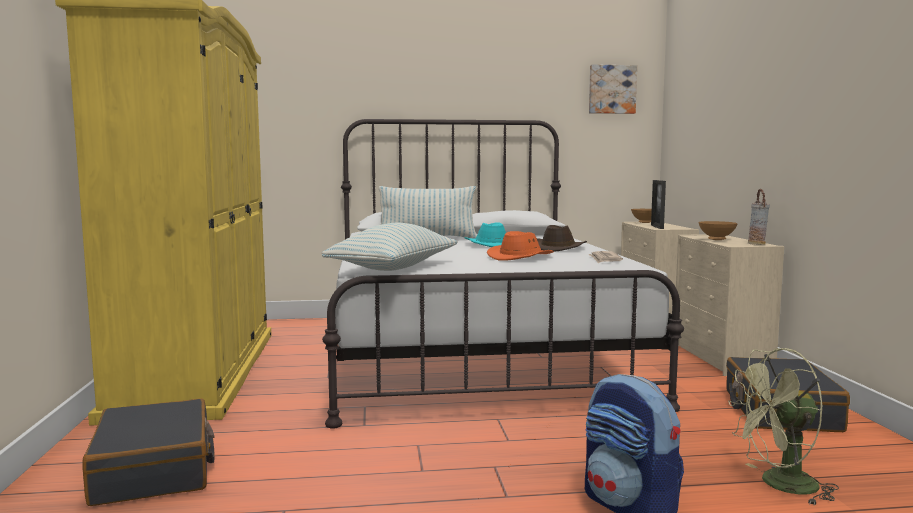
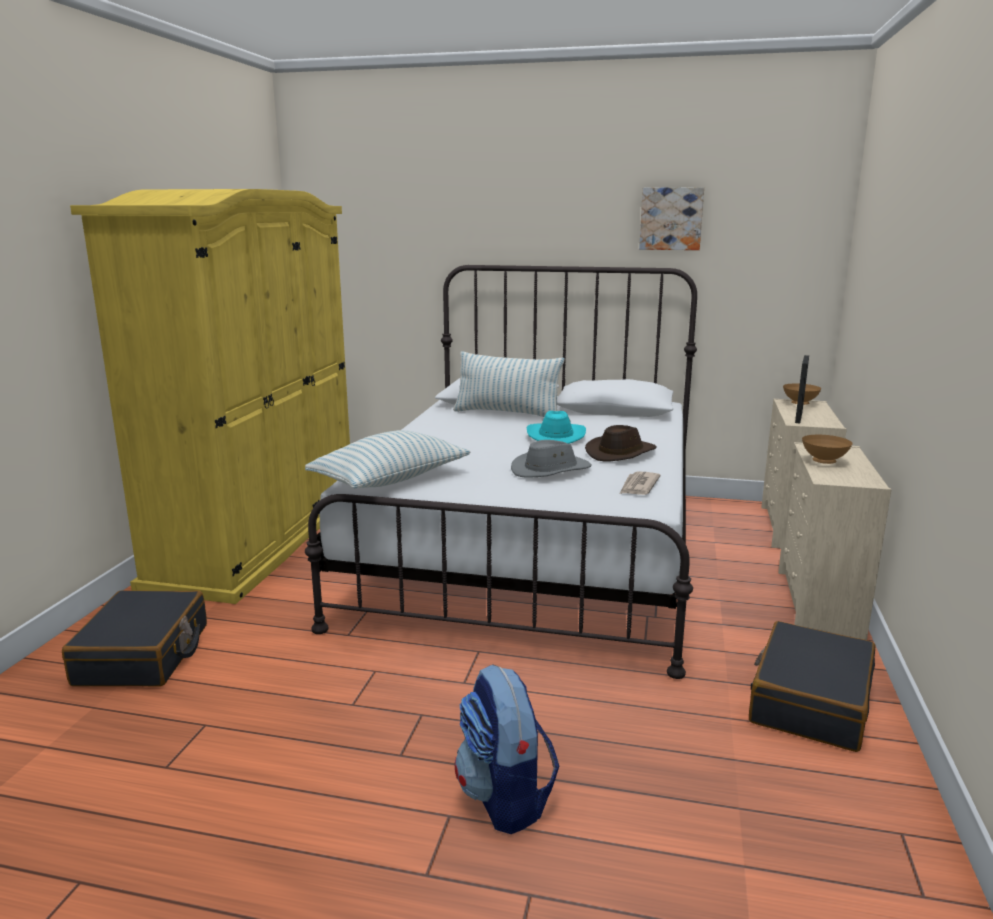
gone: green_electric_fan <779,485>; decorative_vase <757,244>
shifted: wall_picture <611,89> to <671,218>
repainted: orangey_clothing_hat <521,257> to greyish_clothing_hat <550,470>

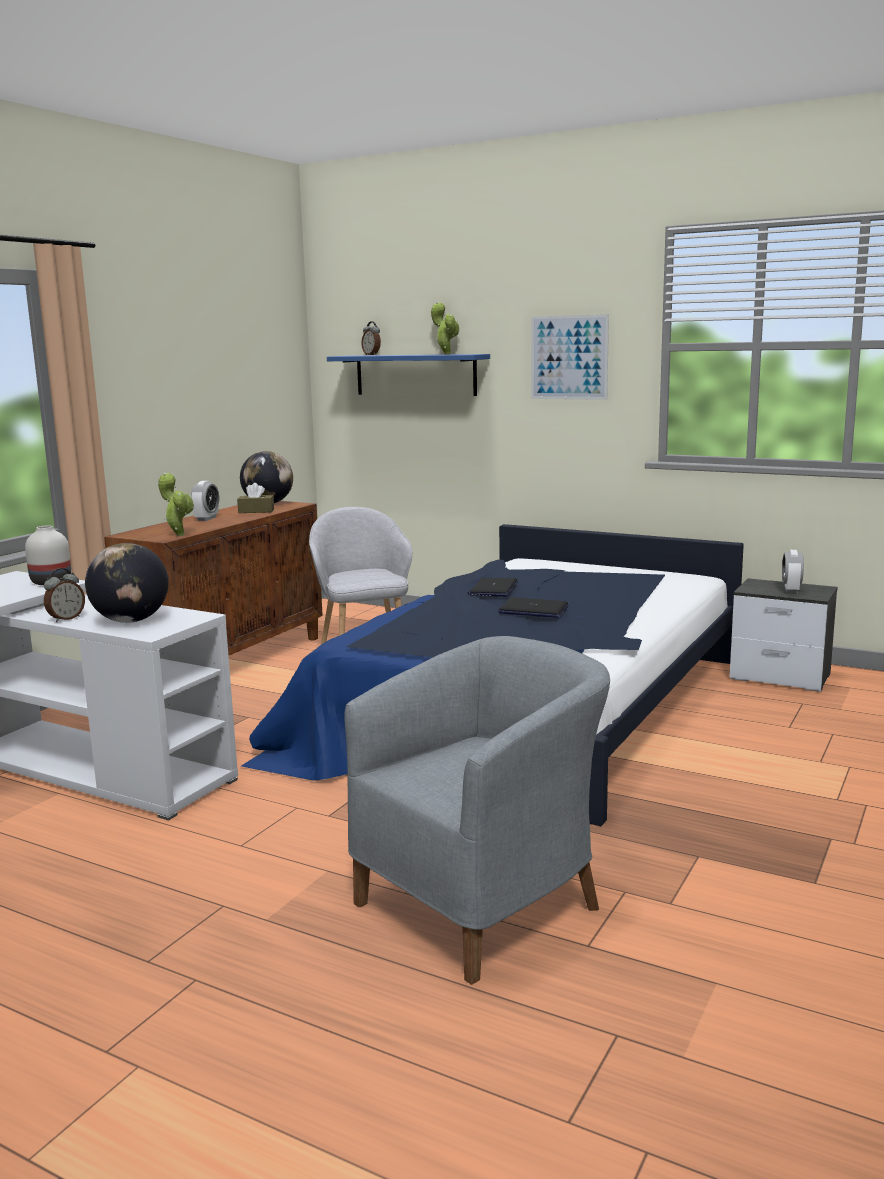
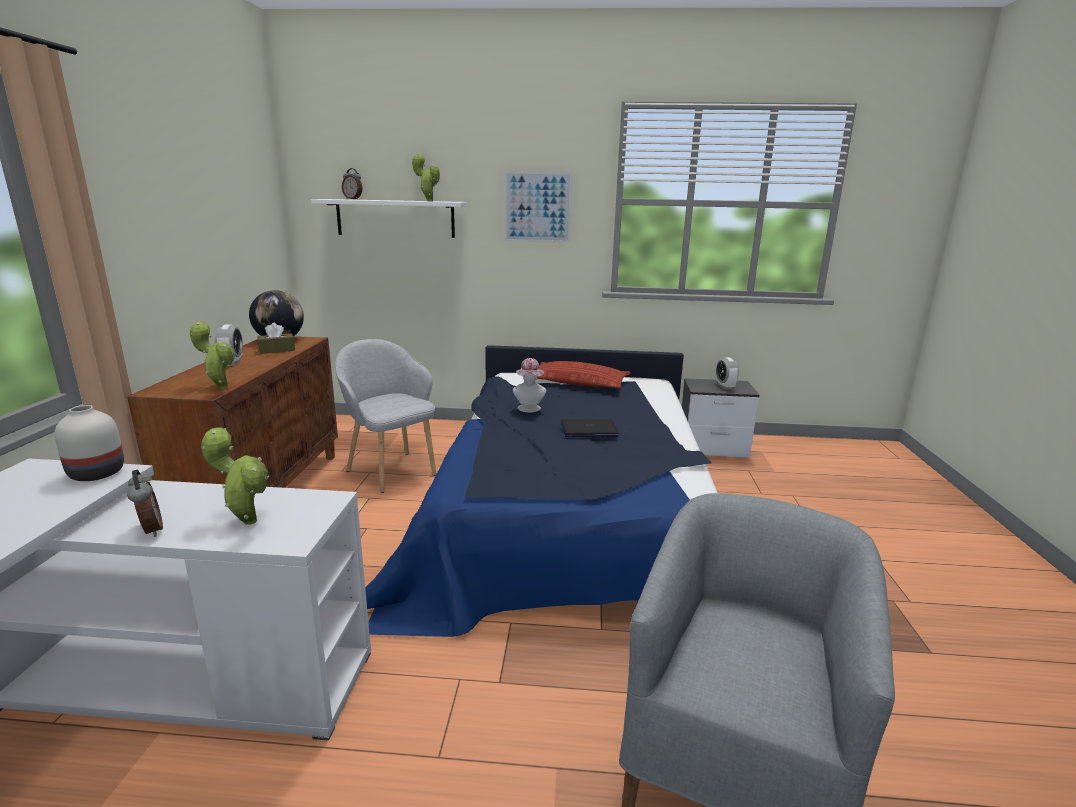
new: pillow <578,382>
swapped: world_globe <131,621> to houseplant <246,520>; portable_computer <493,589> to clothing_hat <529,409>
repainted: blue-coloured_wall_shelf <415,375> to white_wall_shelf <395,218>
rotated: alarm_clock <66,619> = <150,530> 45 degrees counterclockwise

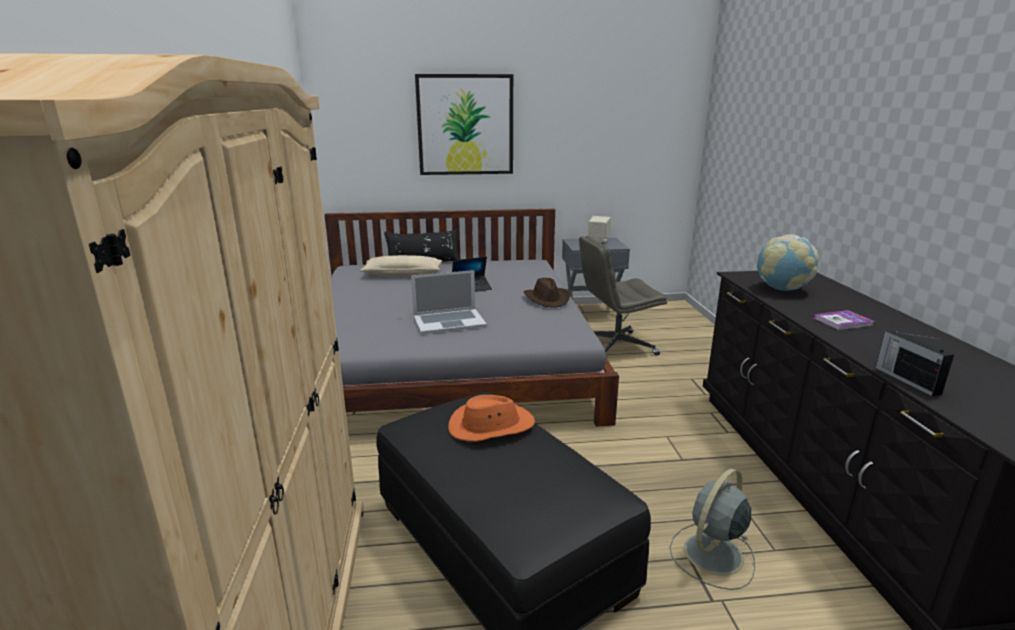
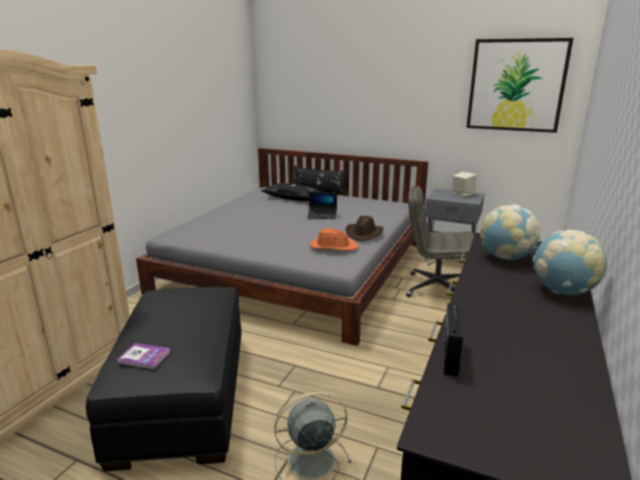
gone: portable_computer <449,321>
new: world_globe <563,291>
shifted: wall_picture <465,125> to <516,85>; orangey_clothing_hat <491,426> to <333,246>; book <842,321> to <144,357>
repainted: sand-coloured_pillow <402,274> to blackish_pillow <292,198>

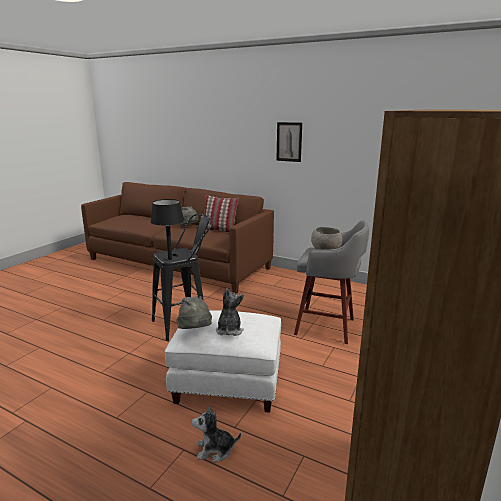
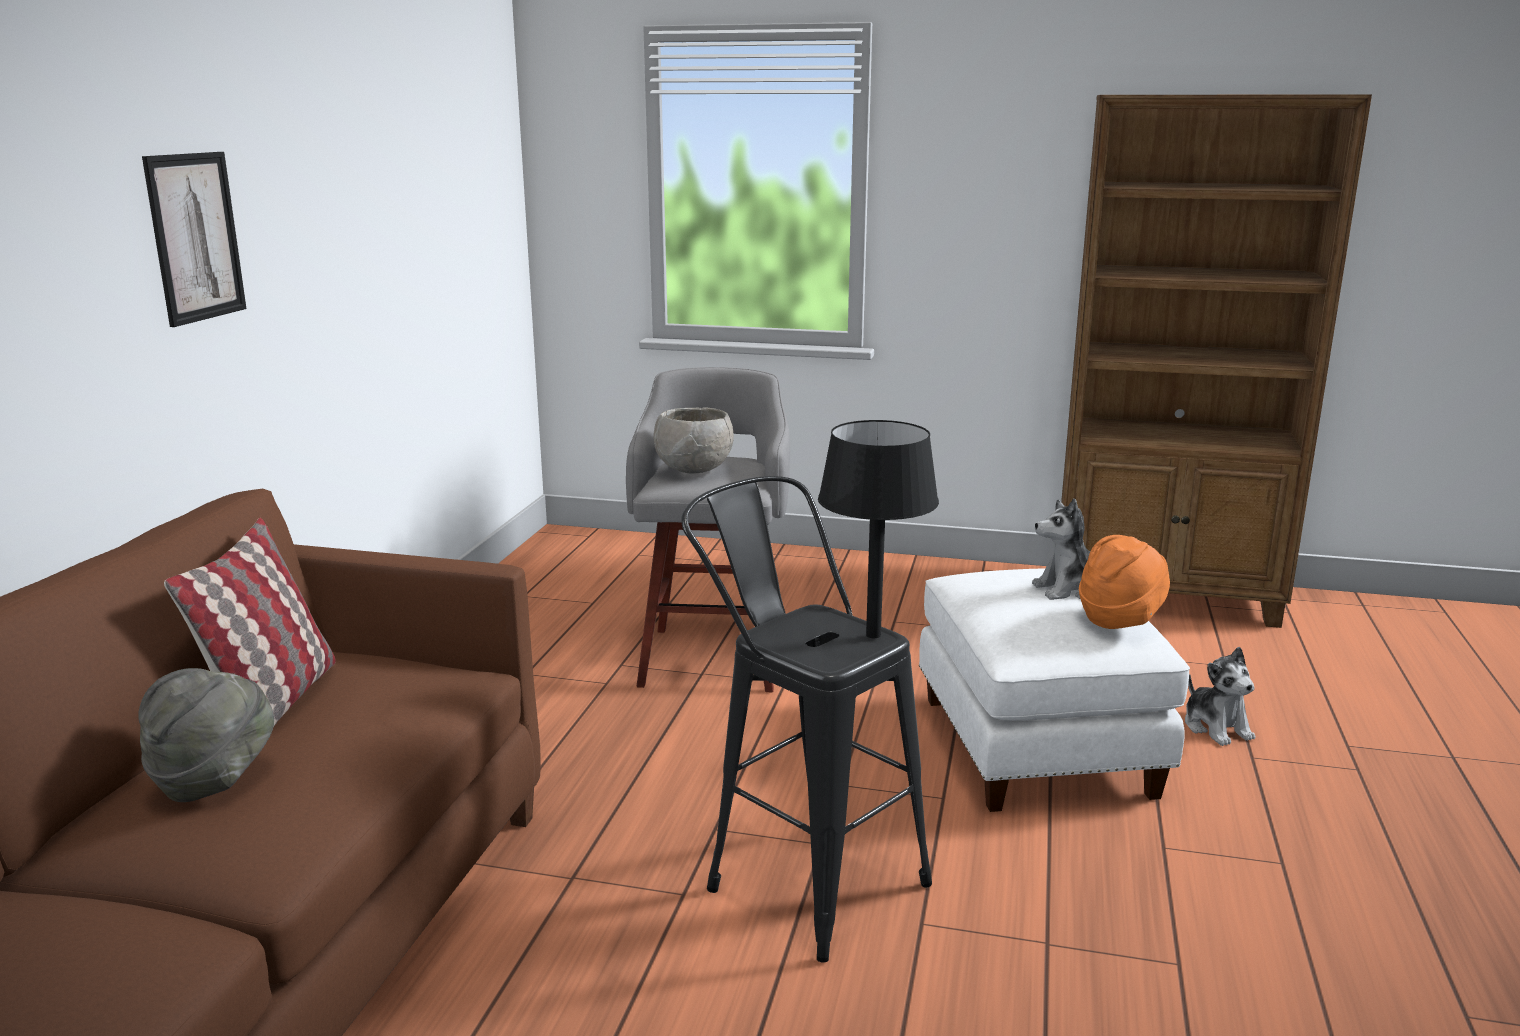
repainted: greyish_clothing_hat <195,332> to orangey_clothing_hat <1120,618>

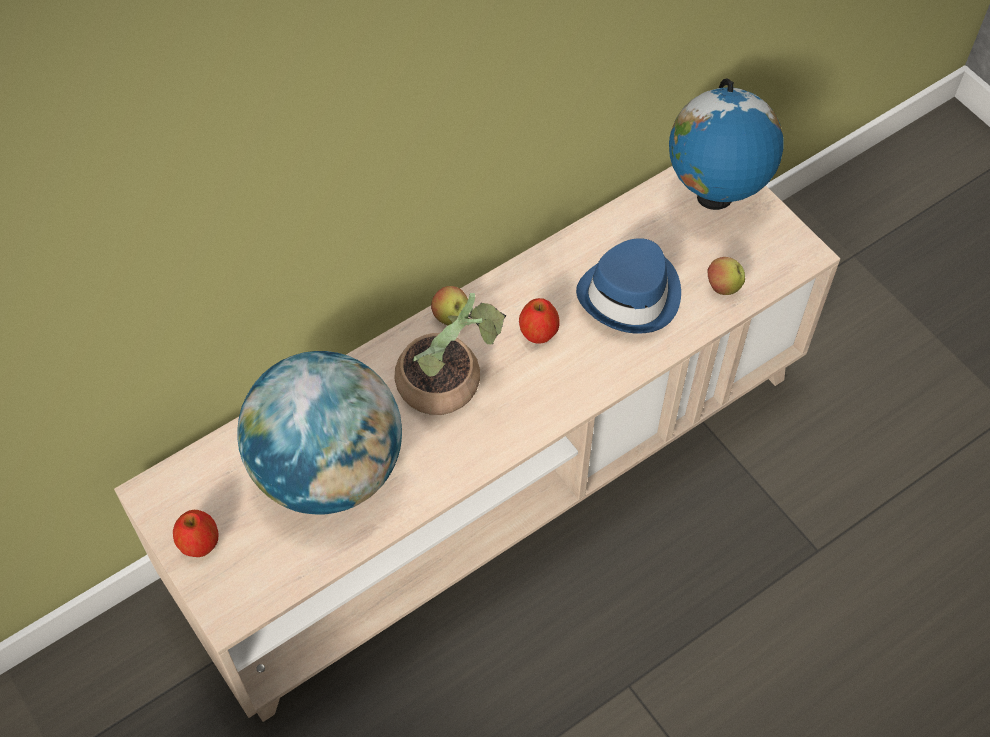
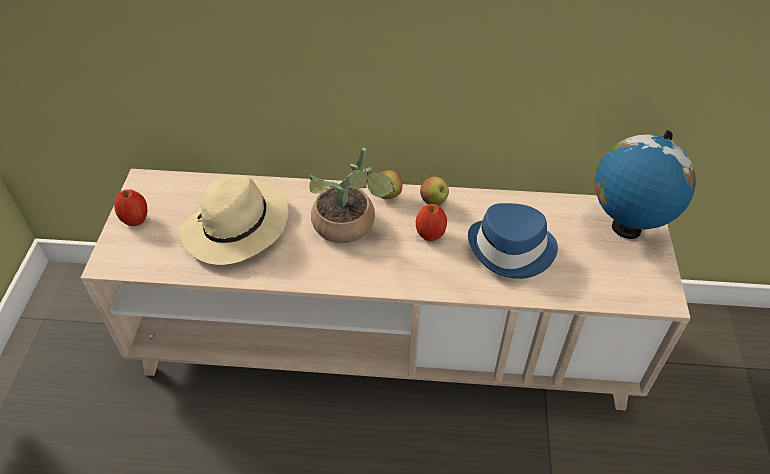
shifted: whole_apple <723,287> to <434,202>
swapped: world_globe <328,470> to sand-coloured_clothing_hat <236,228>

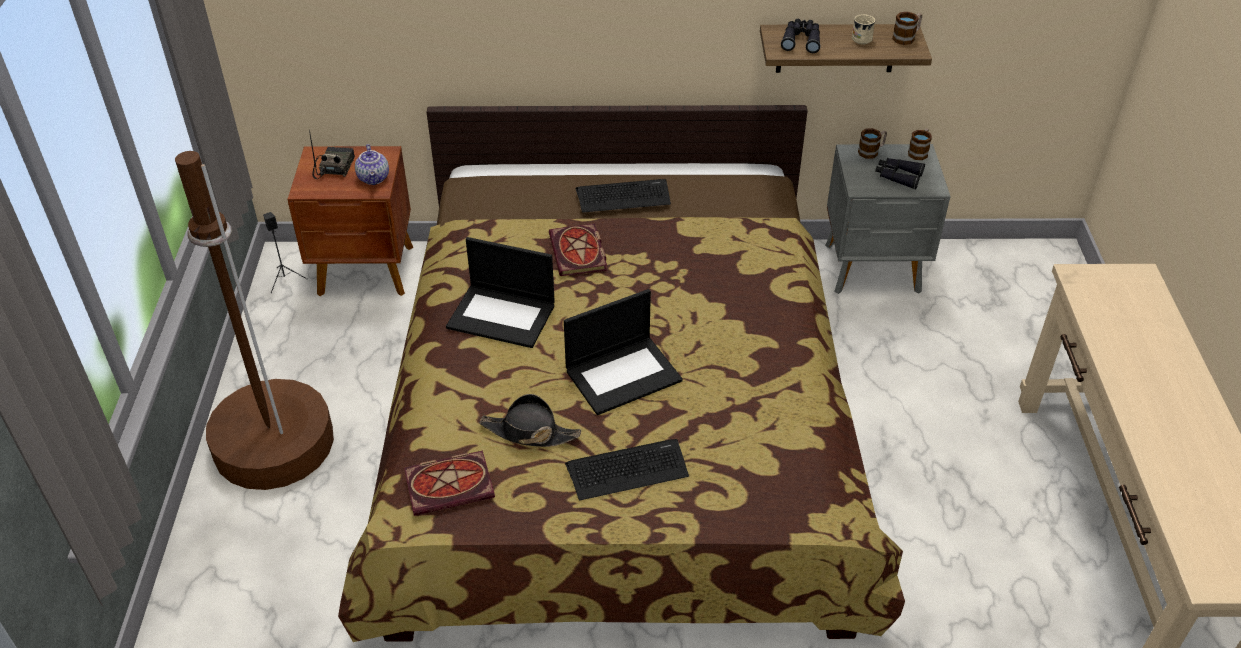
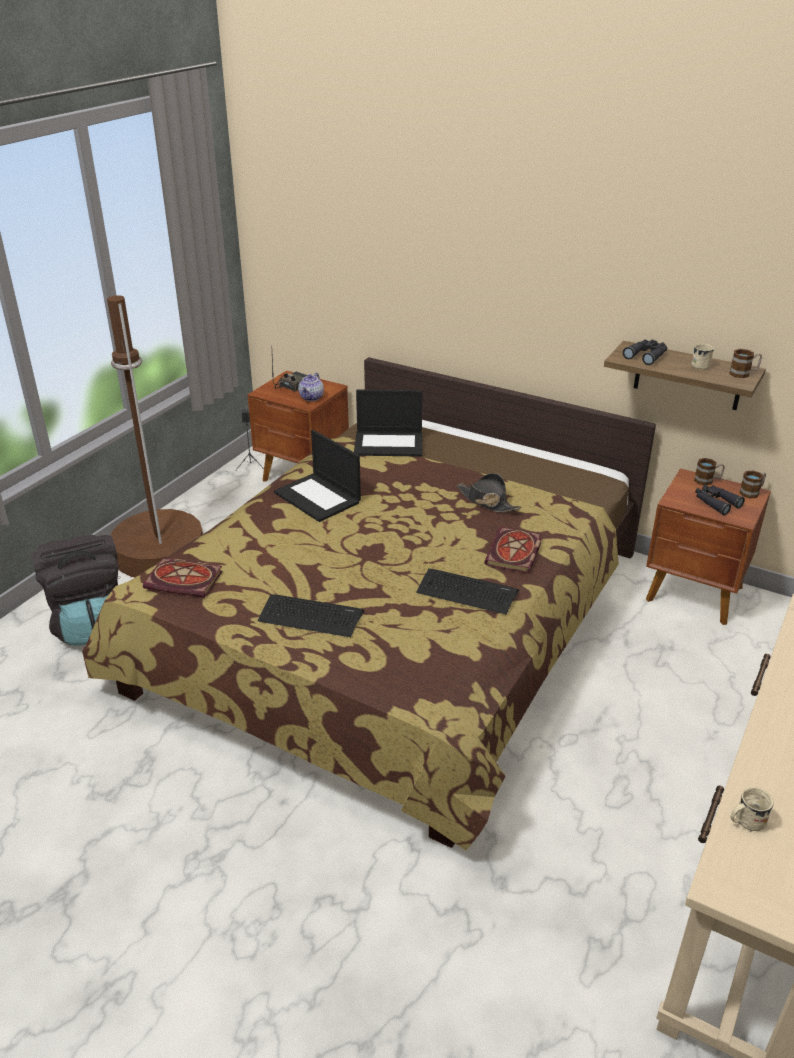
new: blackish_backpack <90,624>; sand-coloured_coffee_mug <745,821>
shifted: blackish_clothing_hat <529,432> to <487,501>; book <579,253> to <514,553>; portable_computer <623,374> to <389,444>; PC_keyboard <623,196> to <467,592>
repainted: greyish_nightstand <874,269> to brown_nightstand <695,595>

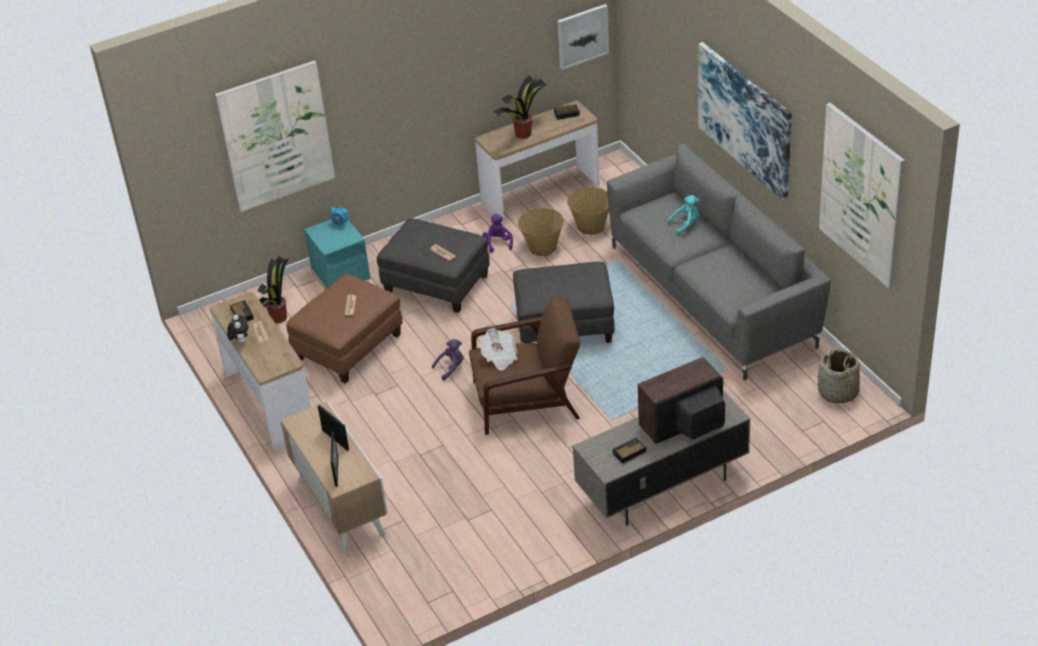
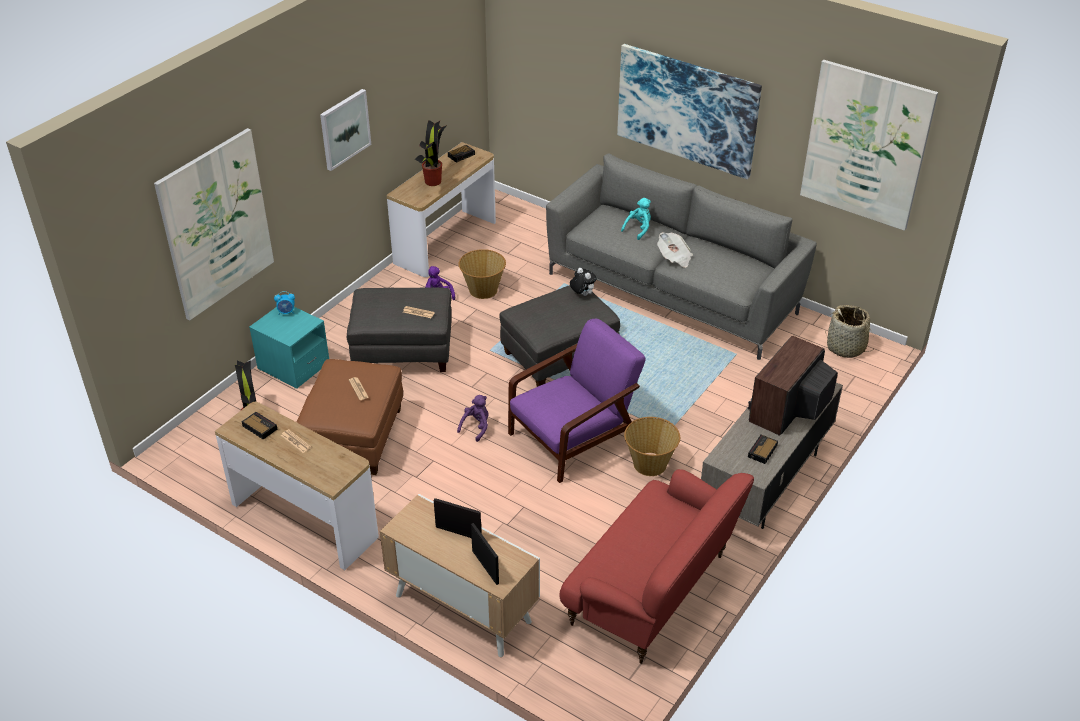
new: reddish_couch <651,591>
shifted: plush_toy <240,341> to <582,294>; printed_paper <499,357> to <674,258>; wall_picture <582,36> to <344,129>; basket <591,226> to <650,463>
repainted: brown_armchair <527,400> to purple_armchair <575,436>

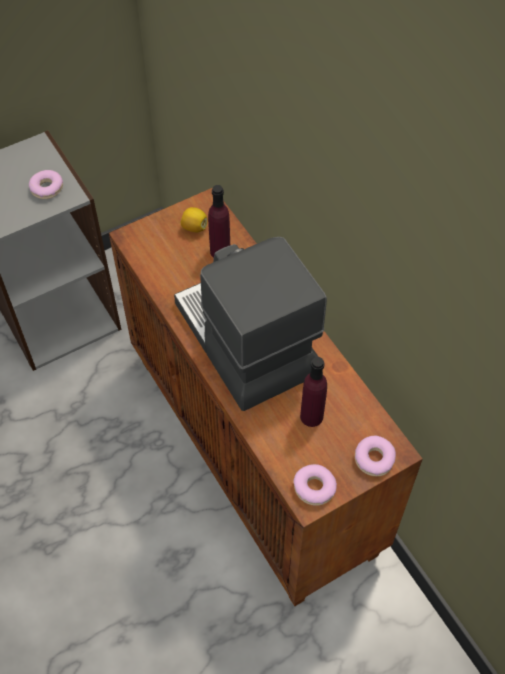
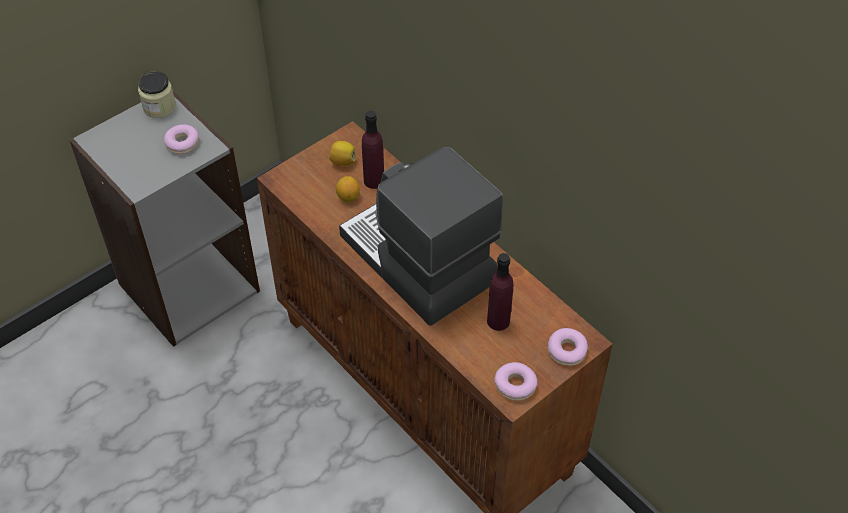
new: jar <159,107>; whole_lemon <348,197>

